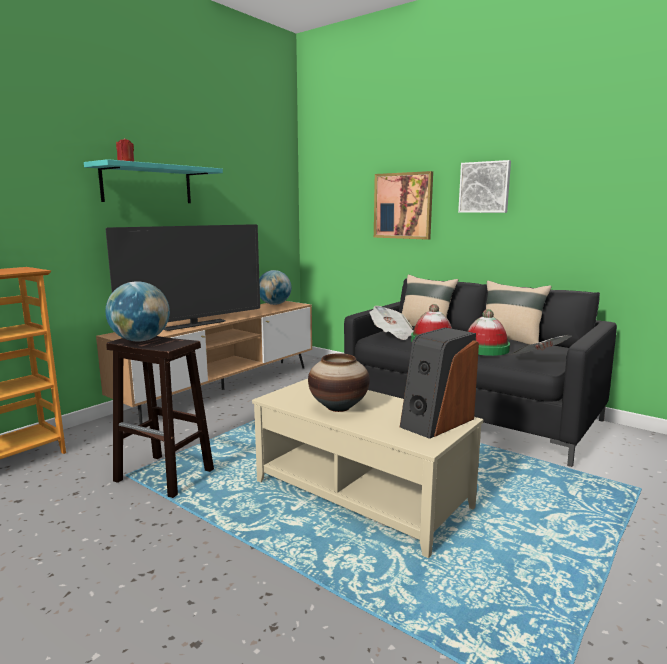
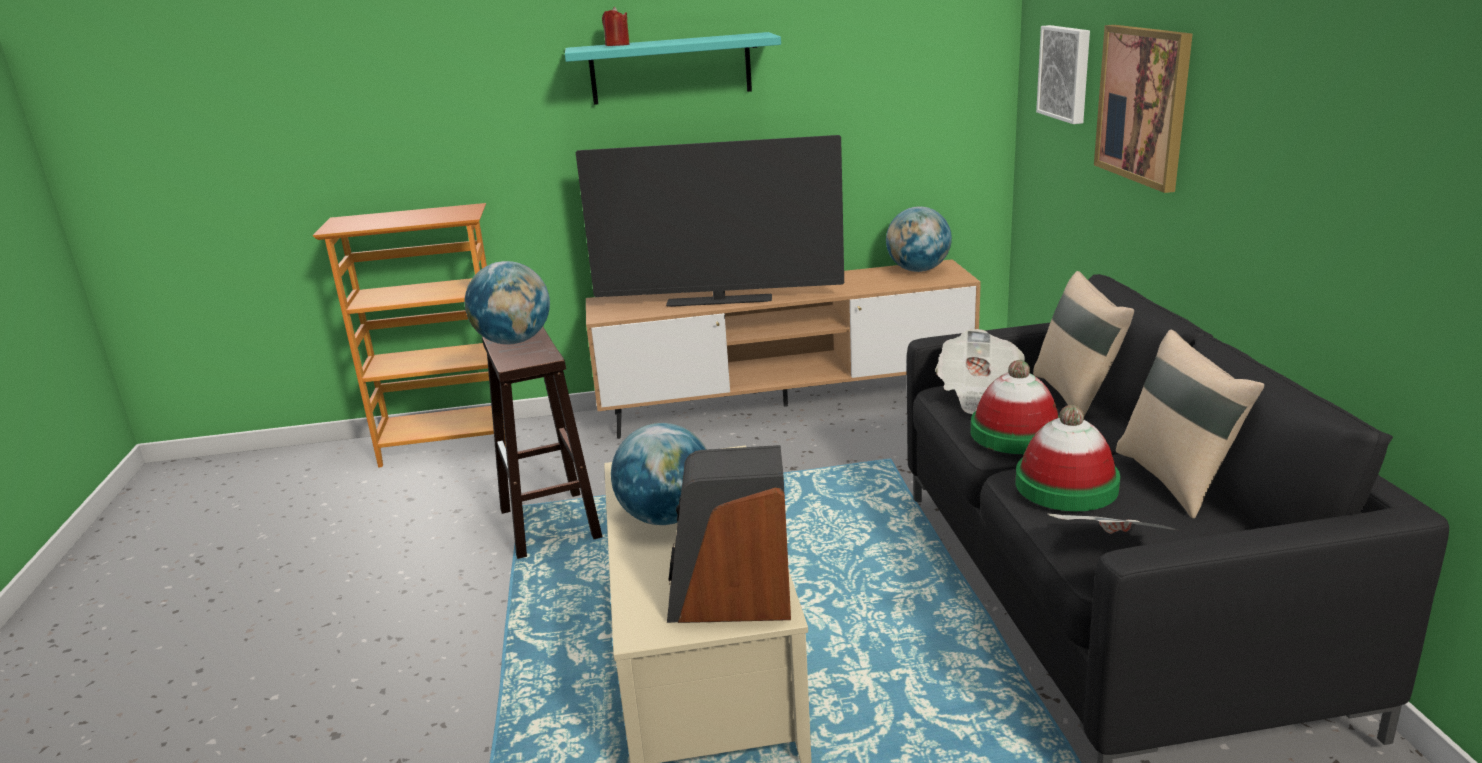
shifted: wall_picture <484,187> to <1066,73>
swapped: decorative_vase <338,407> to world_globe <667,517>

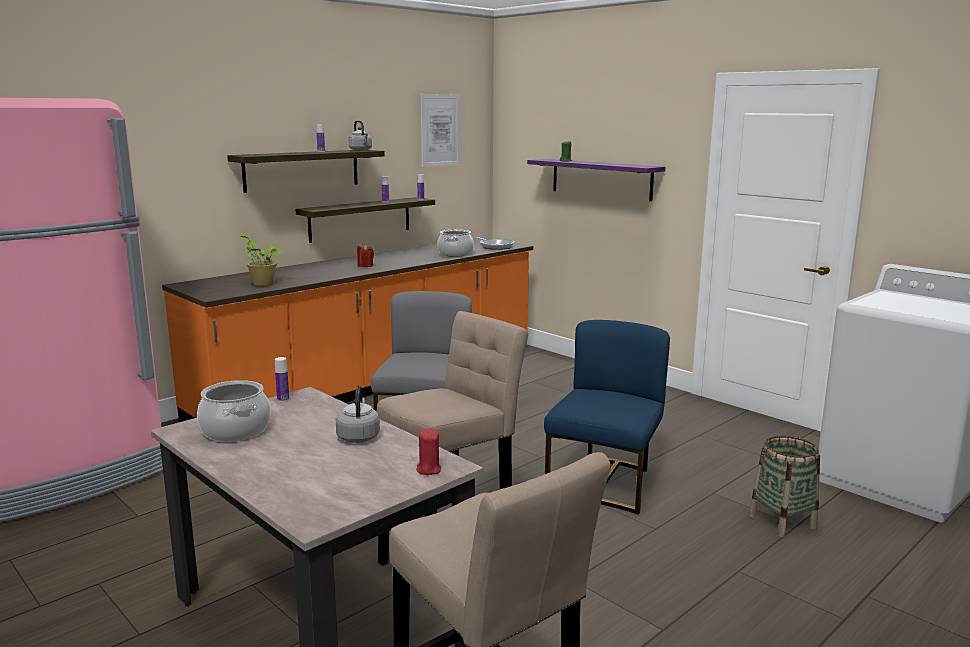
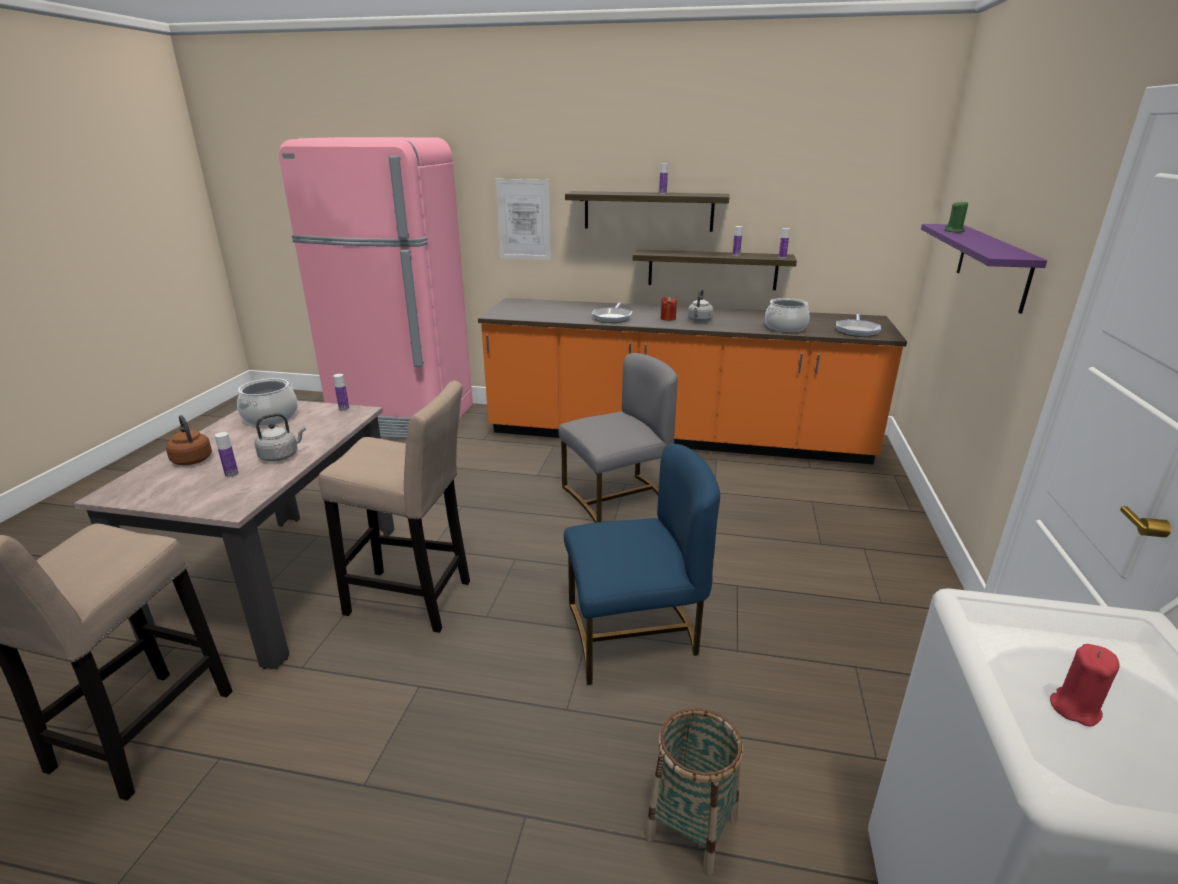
gone: houseplant <261,283>
new: brown_tea_kettle <192,459>; beverage_bottle <232,474>; pan <612,318>
shifted: greyish_tea_kettle <361,150> to <699,321>; reddish_wax_light <428,469> to <1074,708>; wall_picture <440,130> to <524,219>

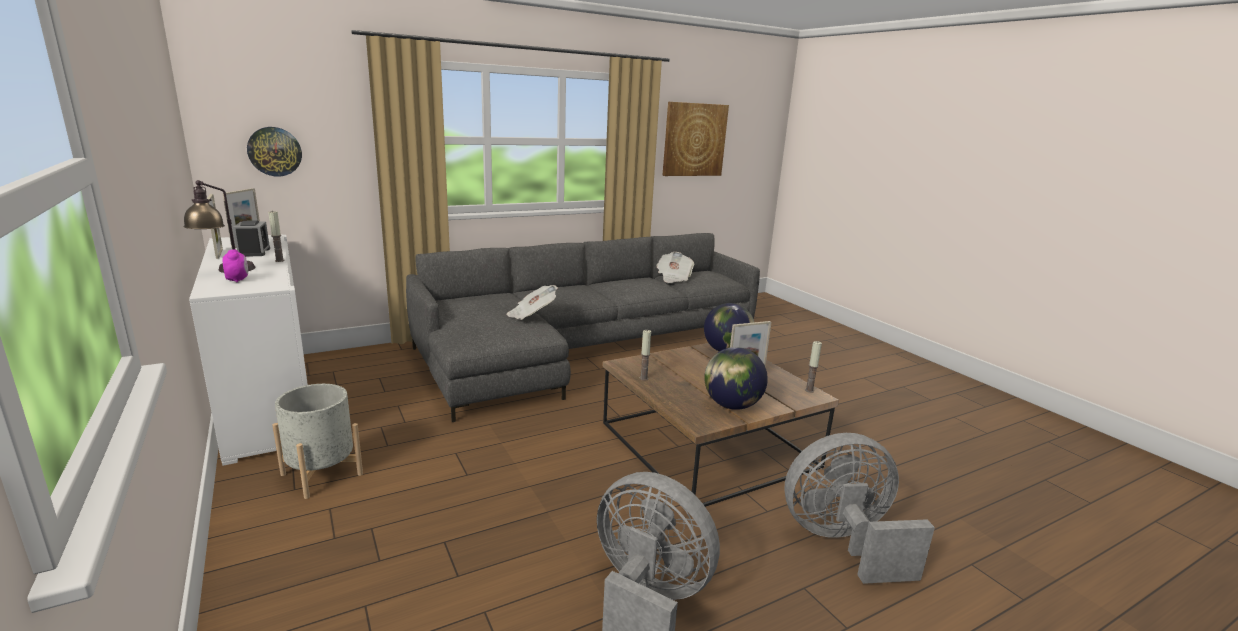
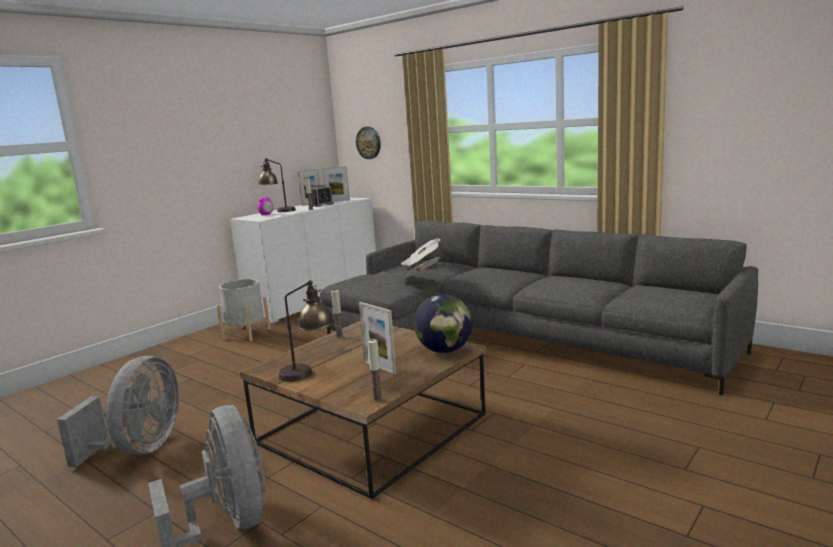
gone: wall_picture <694,140>
shifted: printed_paper <673,278> to <421,263>
swapped: world_globe <731,405> to tabletop_lamp <309,373>

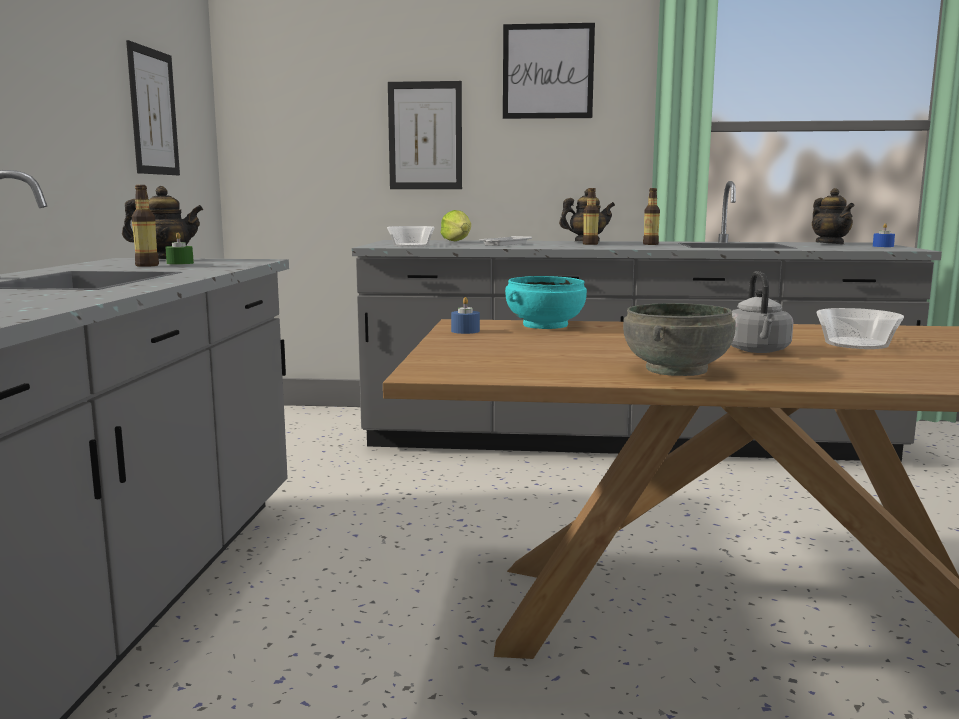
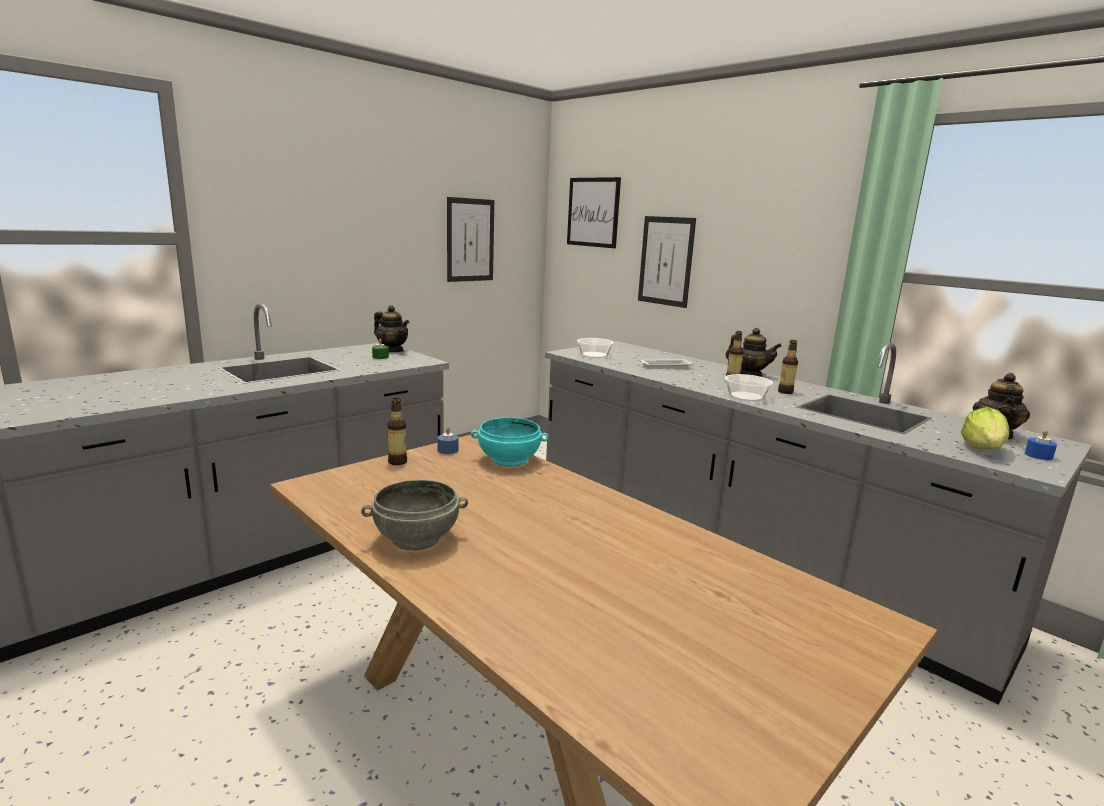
gone: greyish_tea_kettle <758,351>
shifted: beverage_bottle <147,265> to <397,462>; lettuce_head <457,241> to <983,449>; wall_picture <548,71> to <593,212>; bowl <857,344> to <746,397>

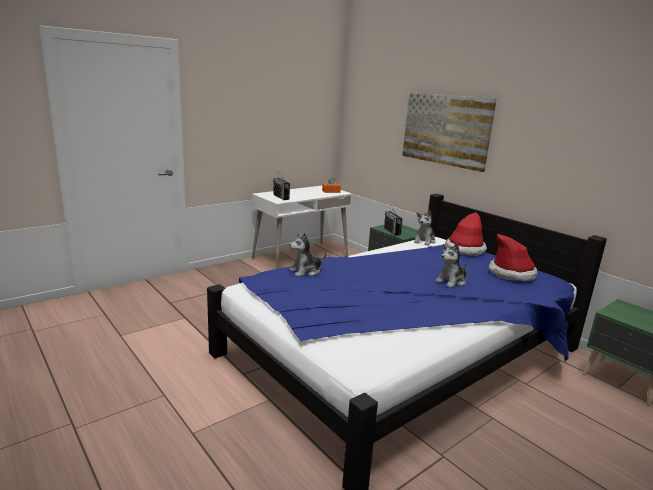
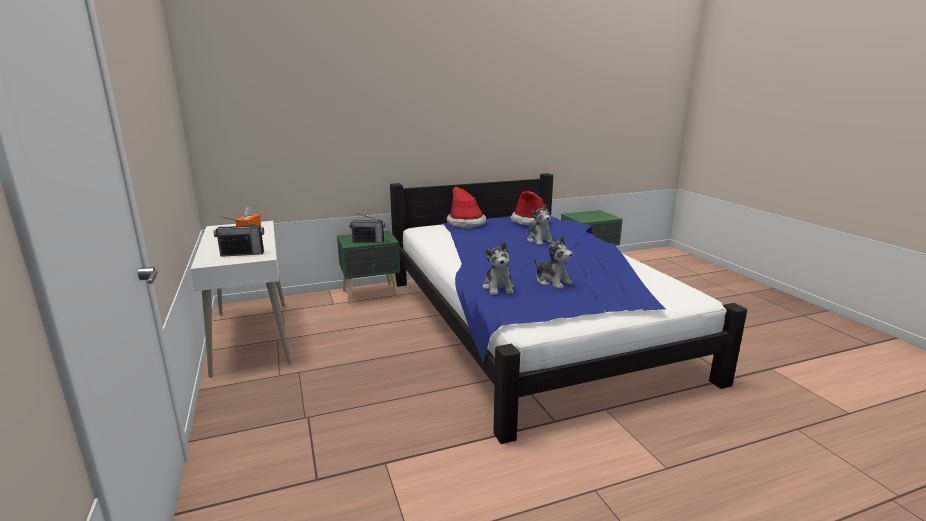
gone: wall_picture <445,130>
shifted: plush_toy <424,241> to <552,282>

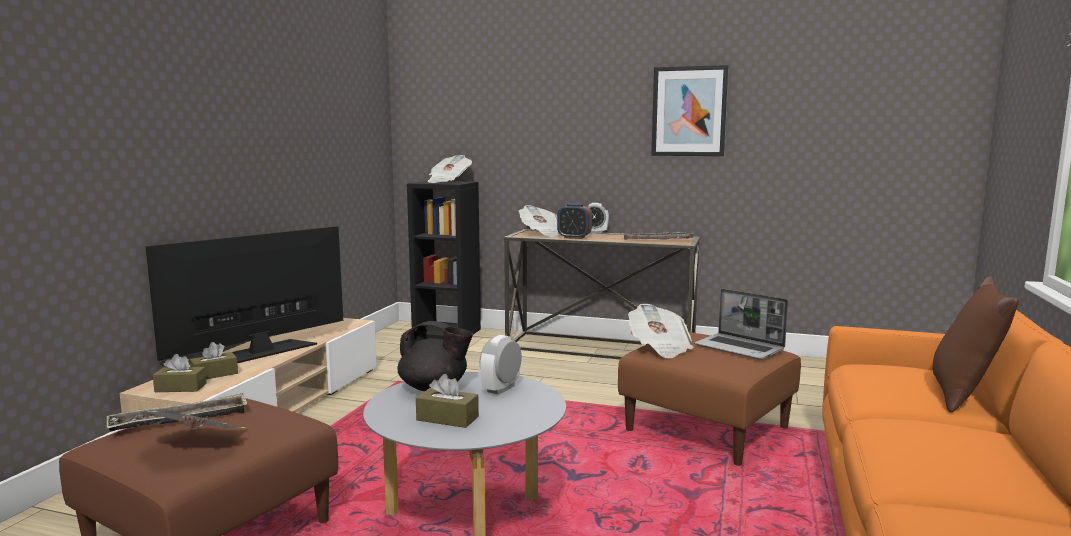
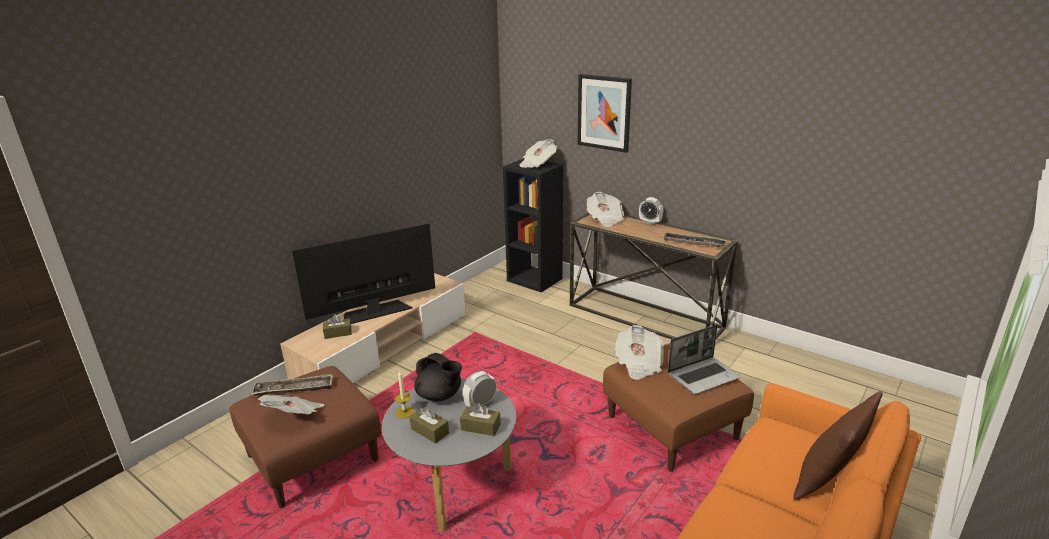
gone: alarm_clock <574,237>
new: wax_light <404,412>
shifted: brown_tissue_box <180,388> to <480,427>; wall_picture <689,111> to <604,112>
rotated: portable_computer <740,348> = <703,376> 90 degrees counterclockwise

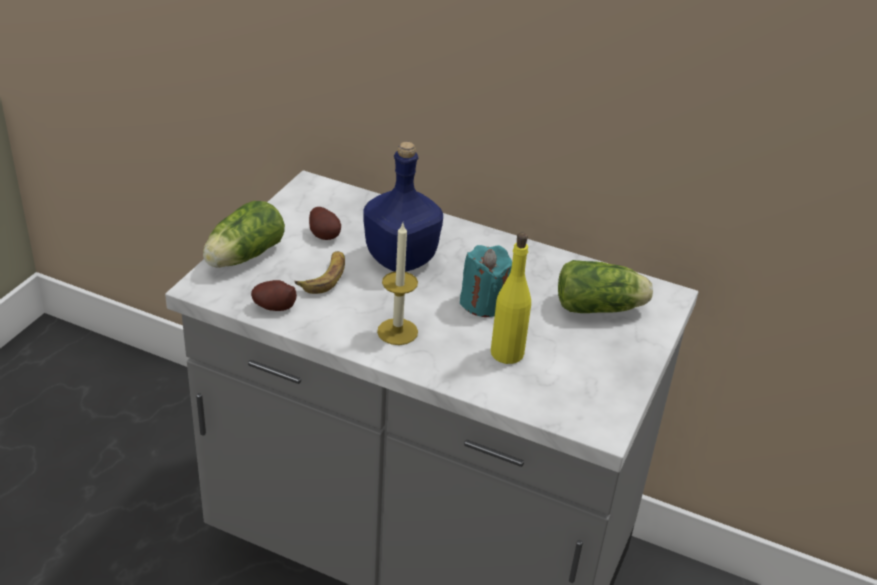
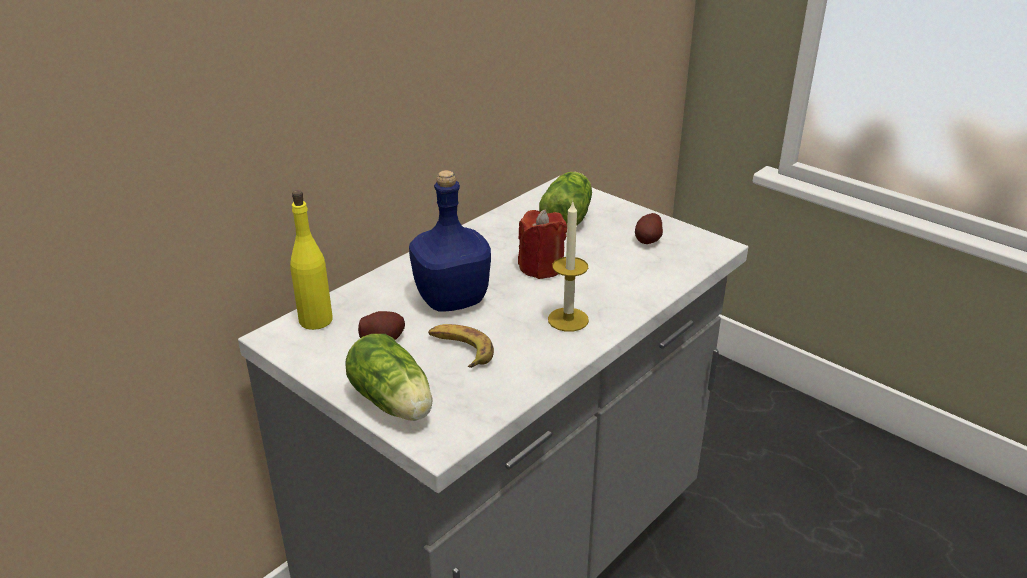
shifted: spud <274,306> to <648,240>; yellow_beverage_bottle <507,353> to <315,320>
repainted: blue-green_wax_light <483,303> to reddish_wax_light <541,267>

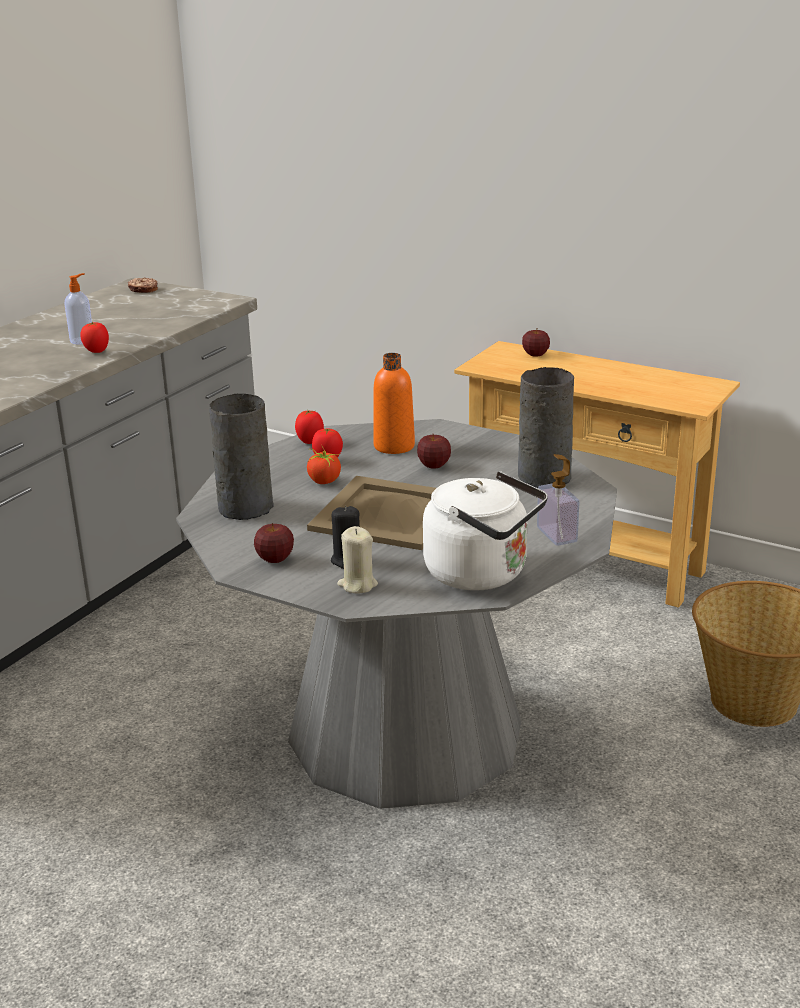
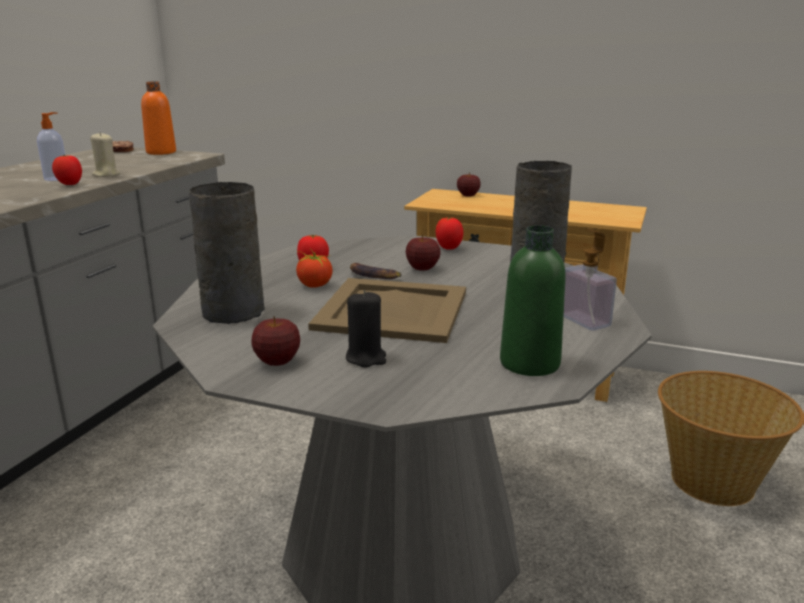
new: banana_fruit <373,275>
shifted: fresh_tomato <310,442> to <448,248>; sand-coloured_wax_light <357,584> to <106,175>; orangey_beverage_bottle <394,446> to <161,152>
swapped: white_tea_kettle <482,574> to green_beverage_bottle <529,363>

